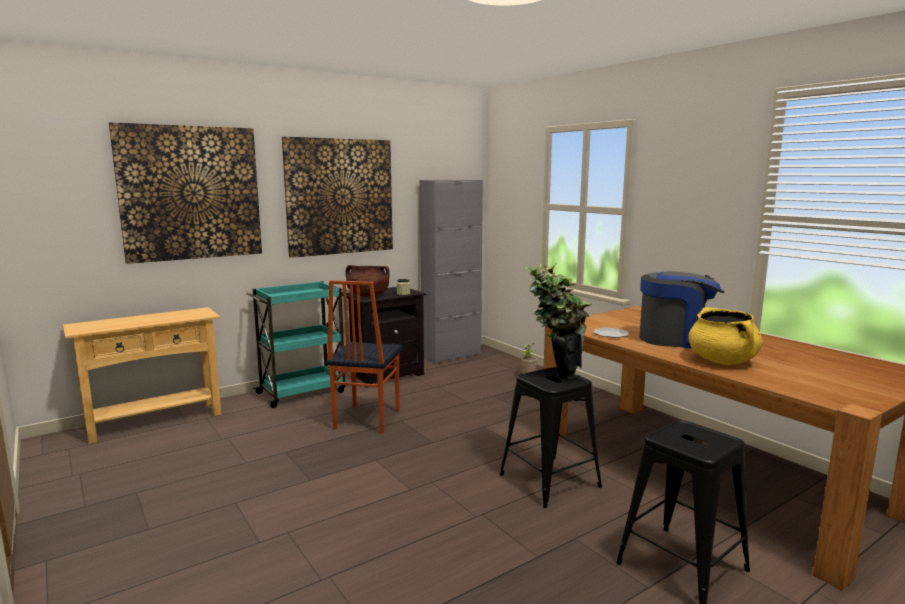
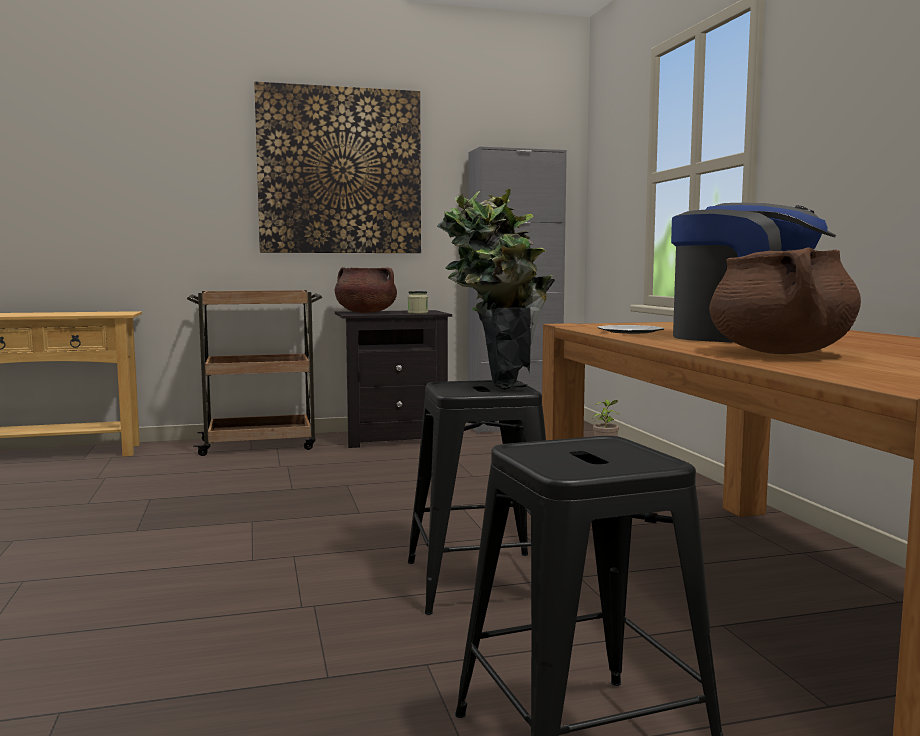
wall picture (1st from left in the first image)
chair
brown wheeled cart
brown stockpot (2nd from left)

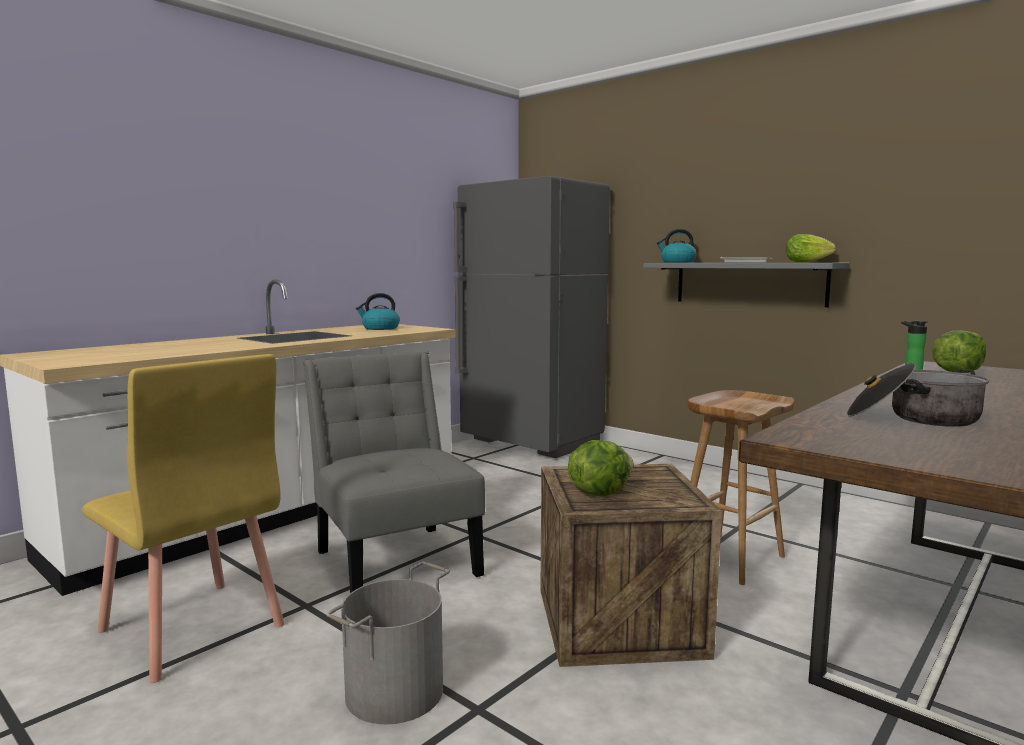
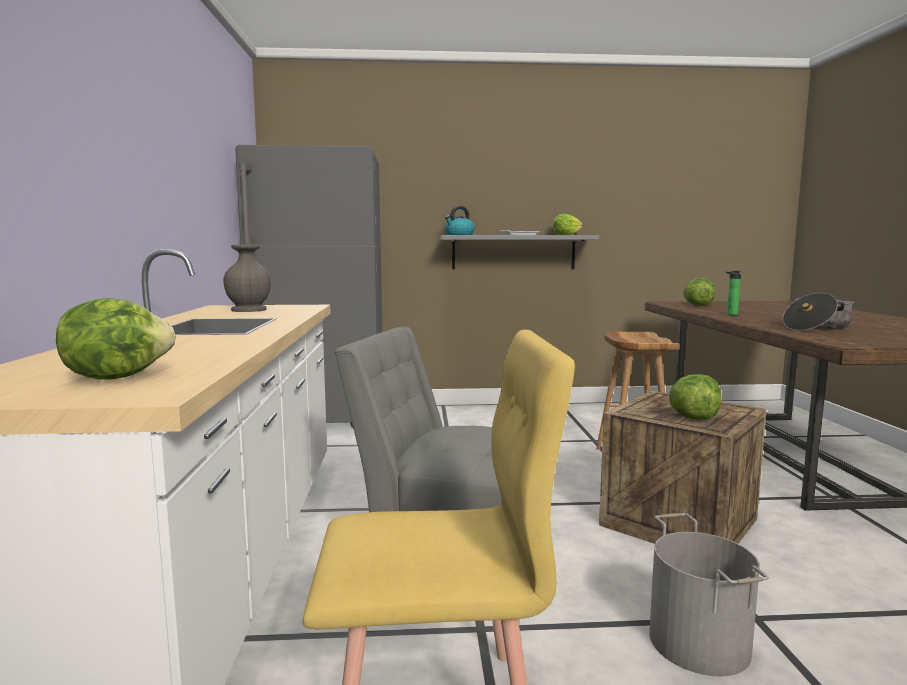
greyish vase
lettuce head (1st from left)

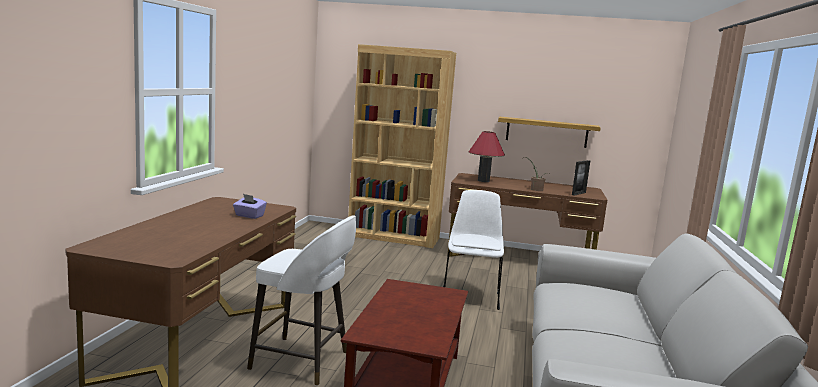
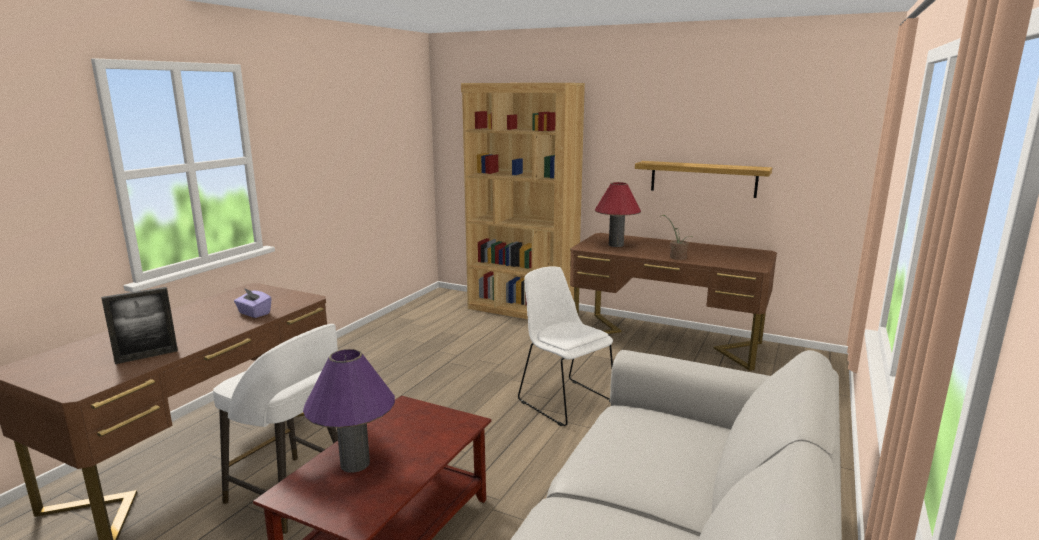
picture frame
white chair
purple lamp for a table

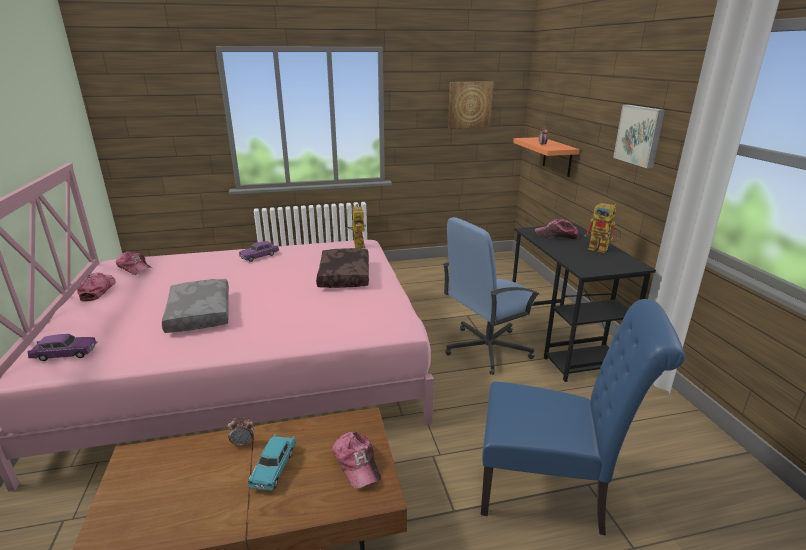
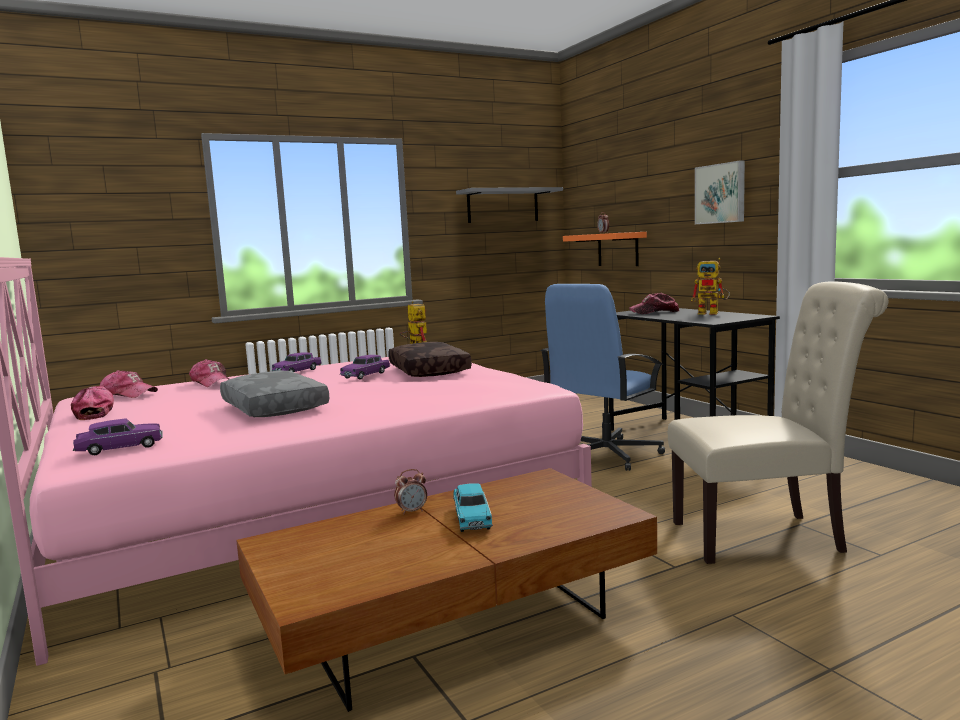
greyish bracket shelf
beige chair
baseball cap (3rd from left)
purple toy car (3rd from left)

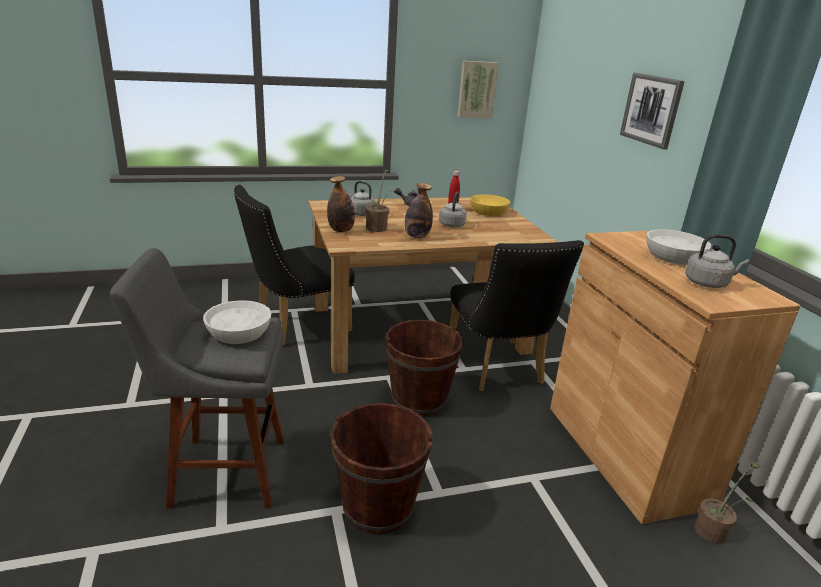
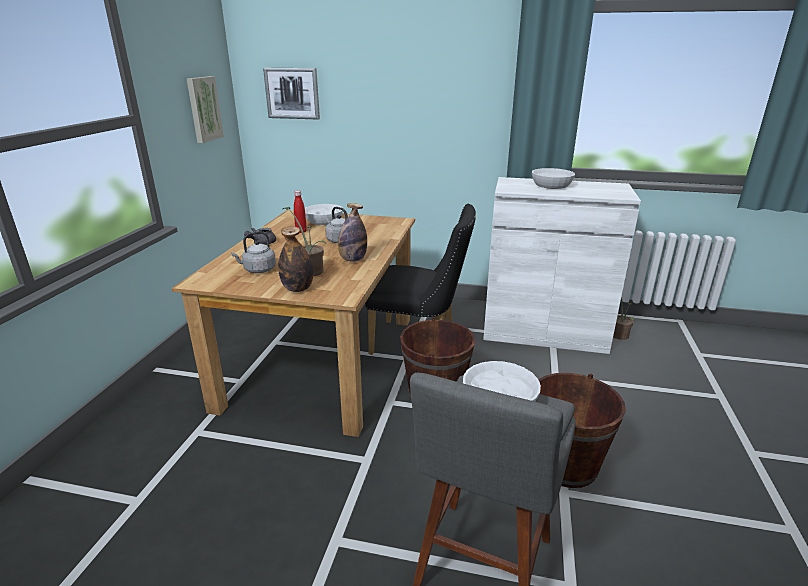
wall picture (2nd from left)
black chair (1st from left in the first image)
white serving bowl (1st from left)
white cupboard
greyish tea kettle (3rd from left in the first image)

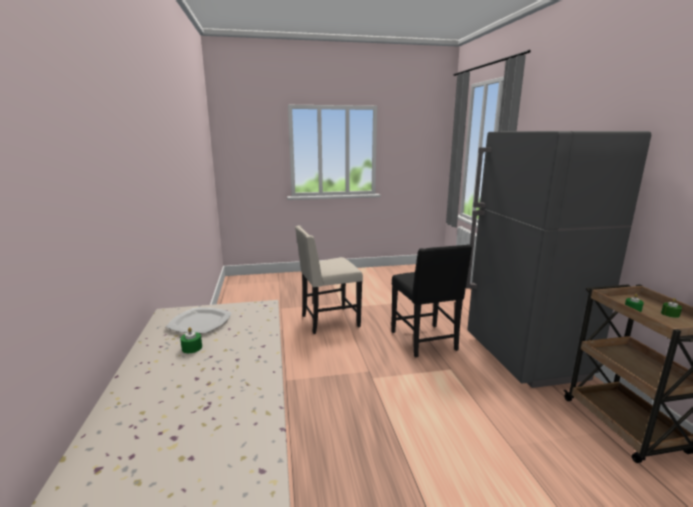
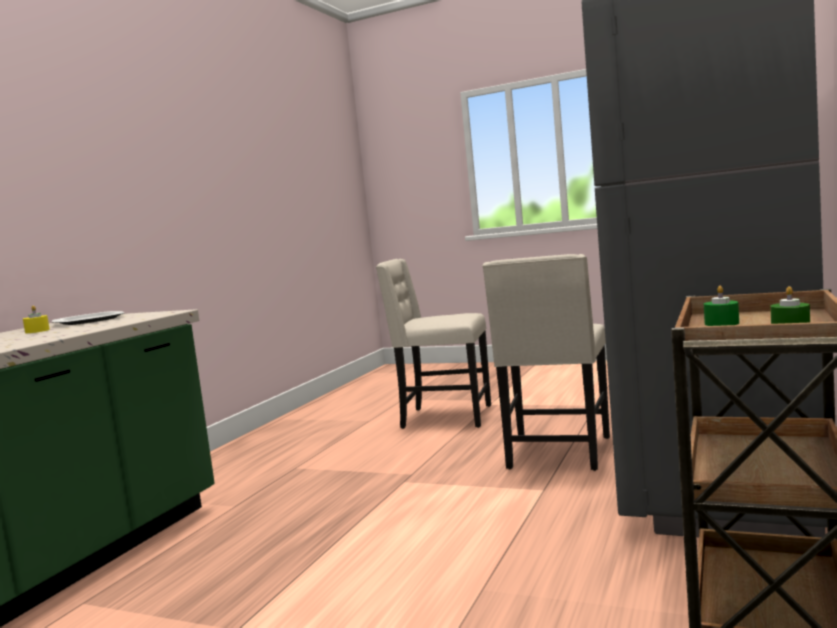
beige chair (2nd from left)
yellow-coloured candle

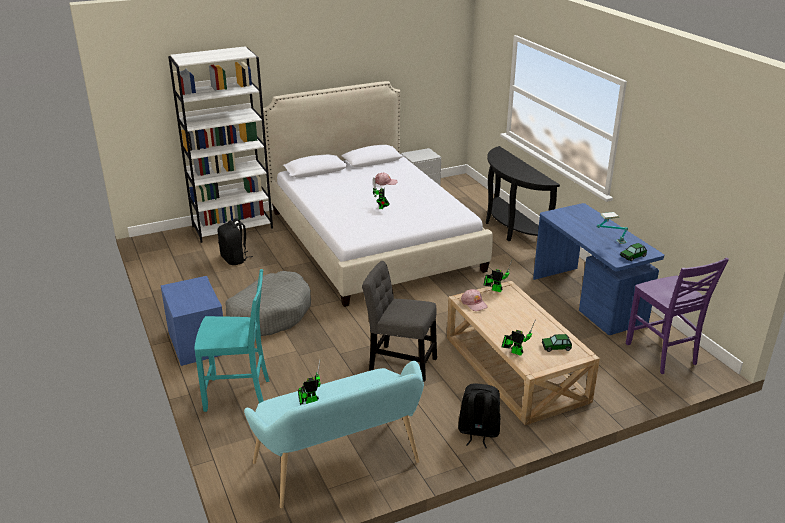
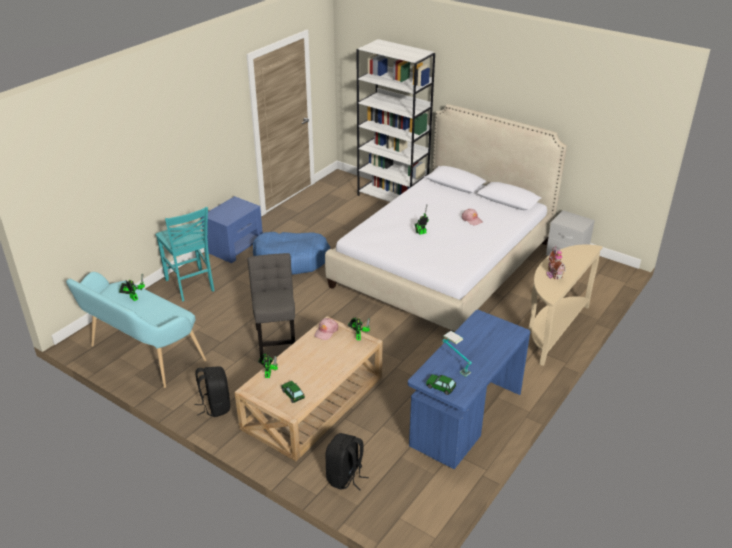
beige hall table
black rucksack (2nd from left)
purple chair
blue dog cushion
toy house

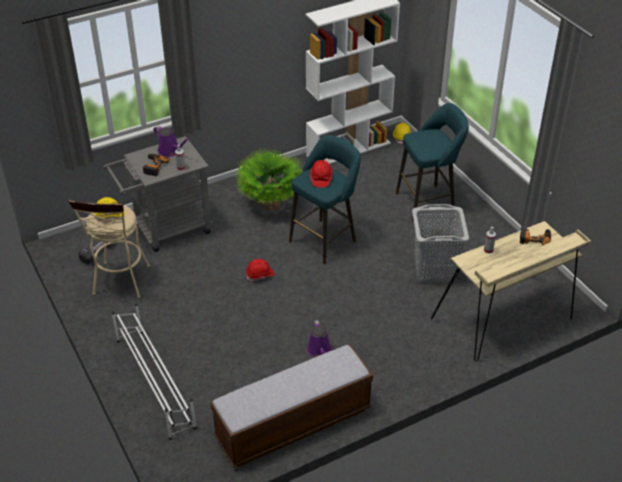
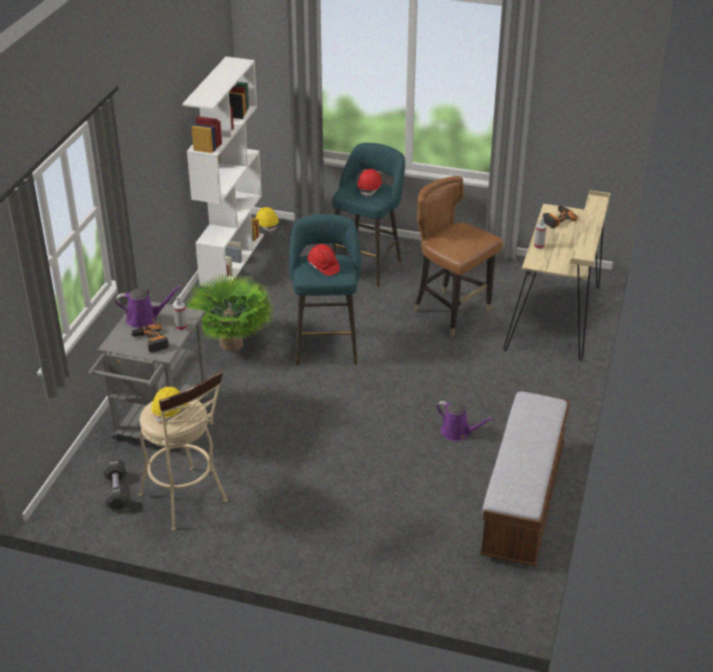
brown chair
reddish work helmet (2nd from left)
white shoe rack

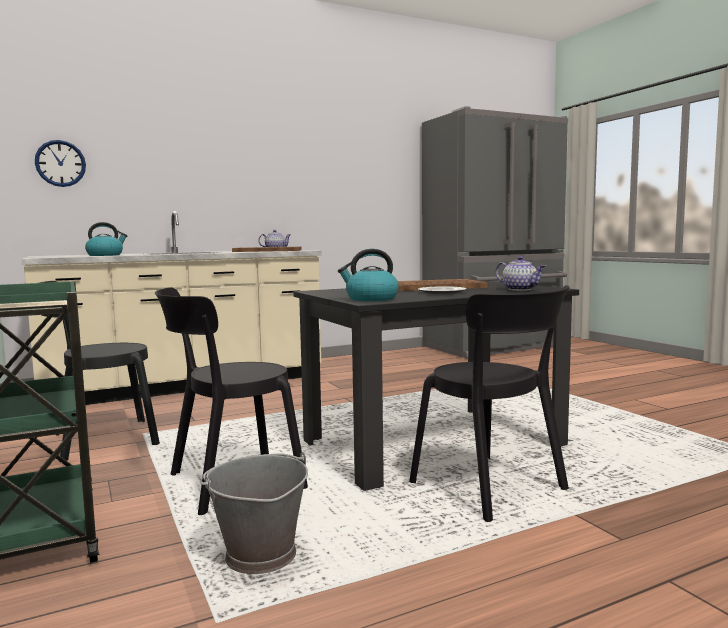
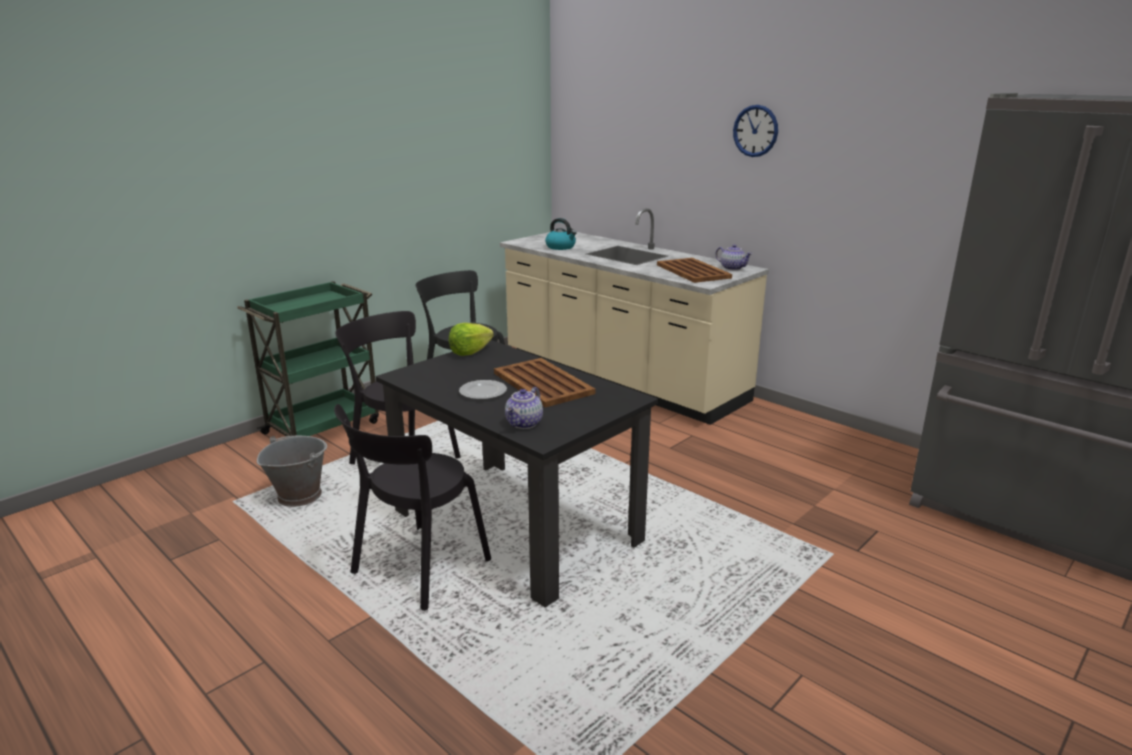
hanging clock
tea kettle (2nd from left in the first image)
lettuce head

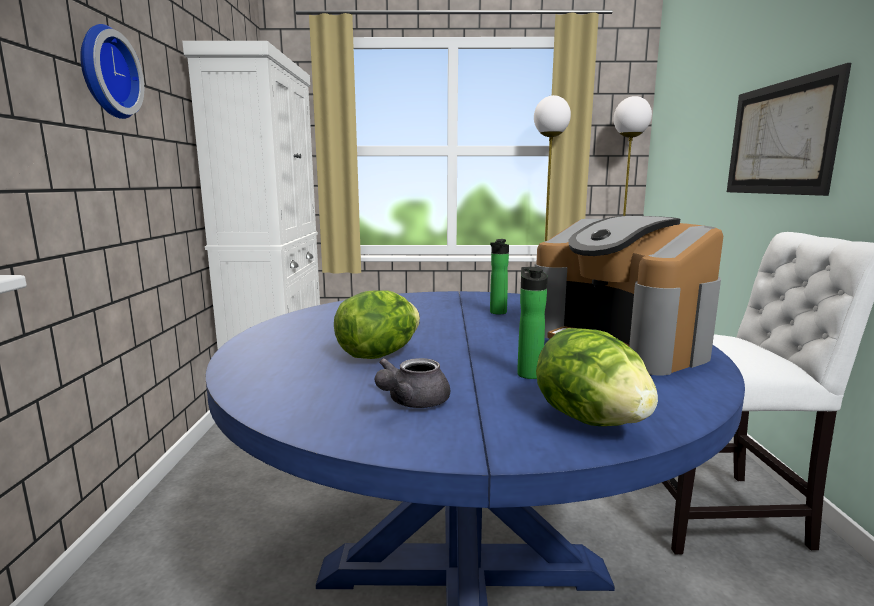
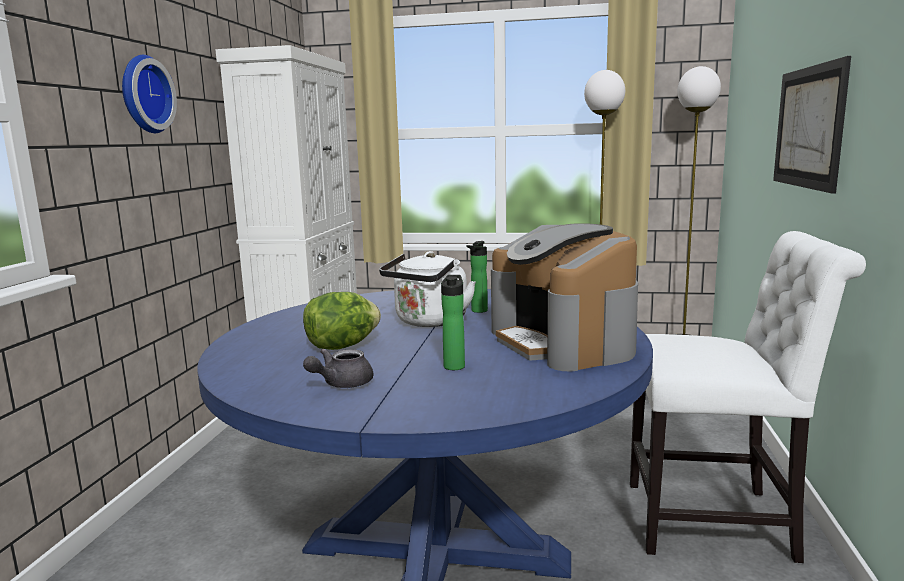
lettuce head (2nd from left in the first image)
white tea kettle

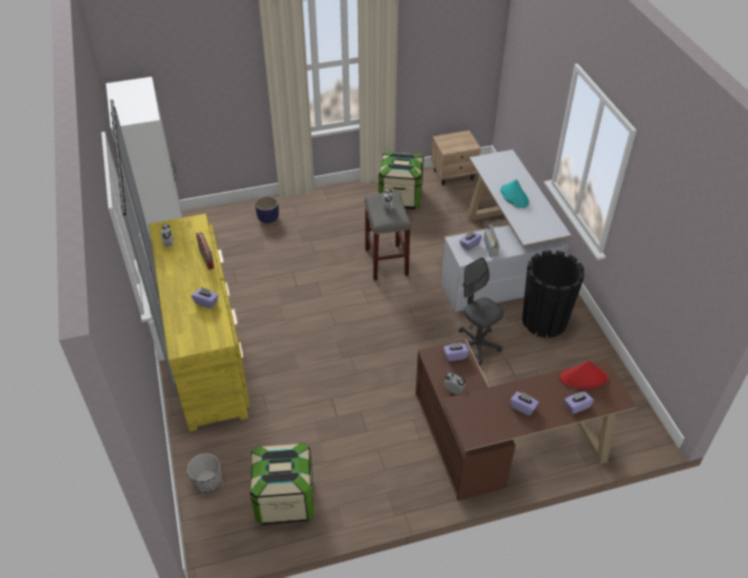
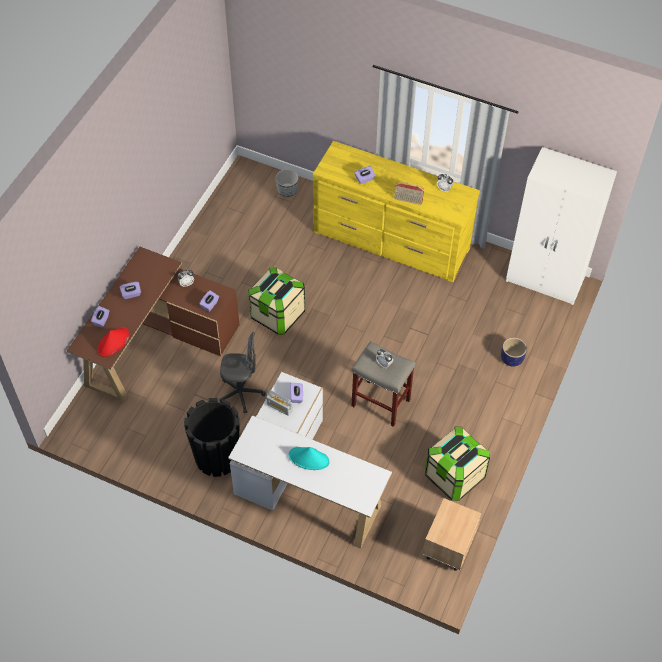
storage box (1st from left)

